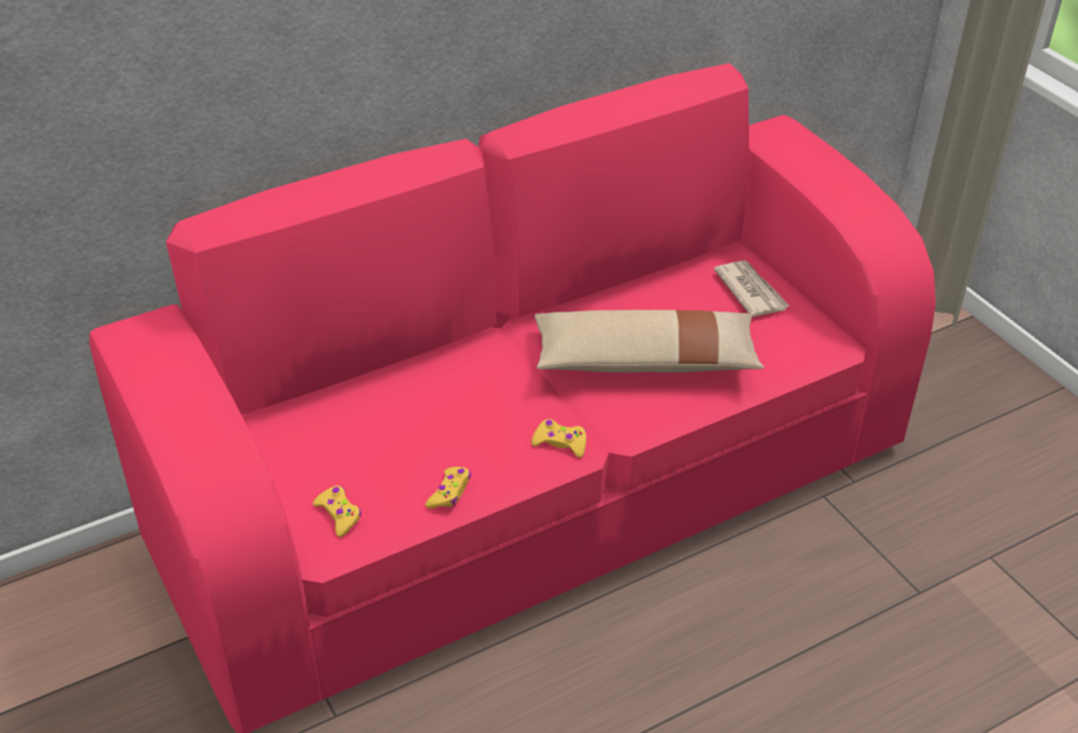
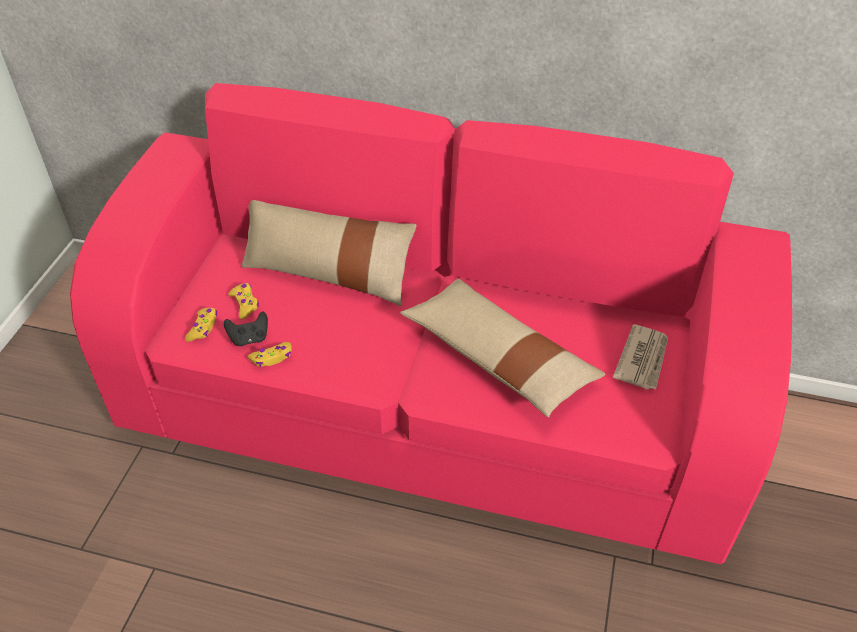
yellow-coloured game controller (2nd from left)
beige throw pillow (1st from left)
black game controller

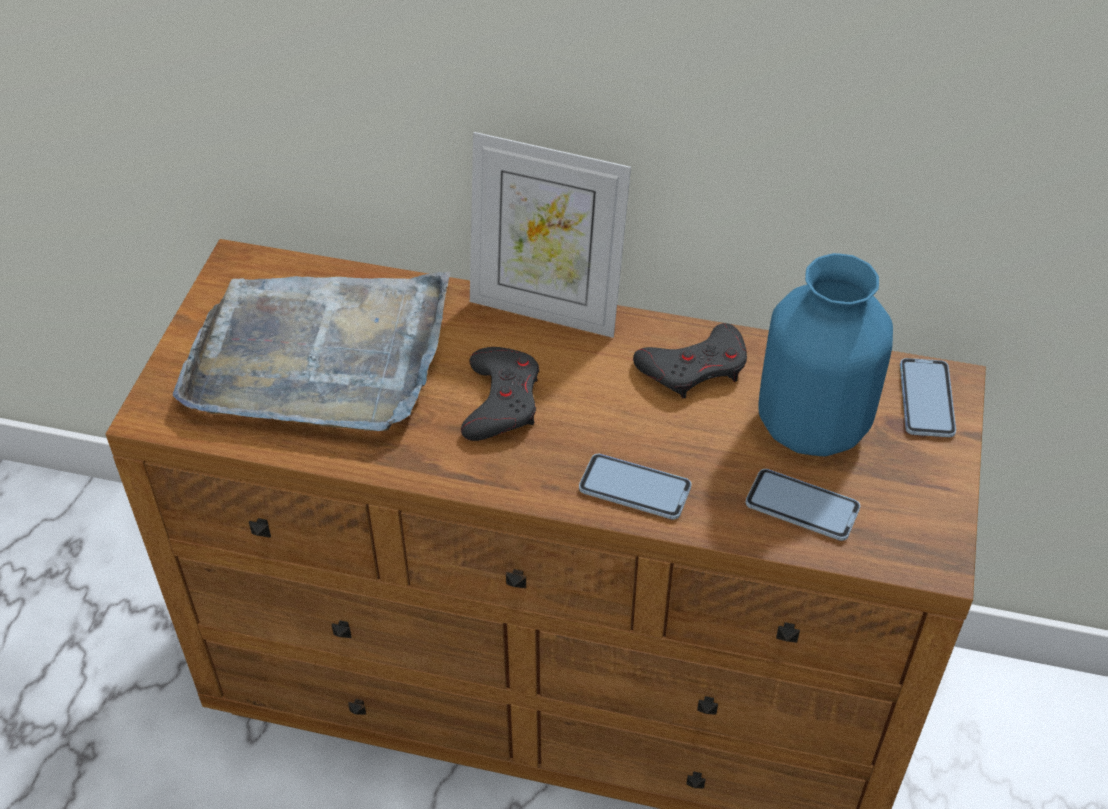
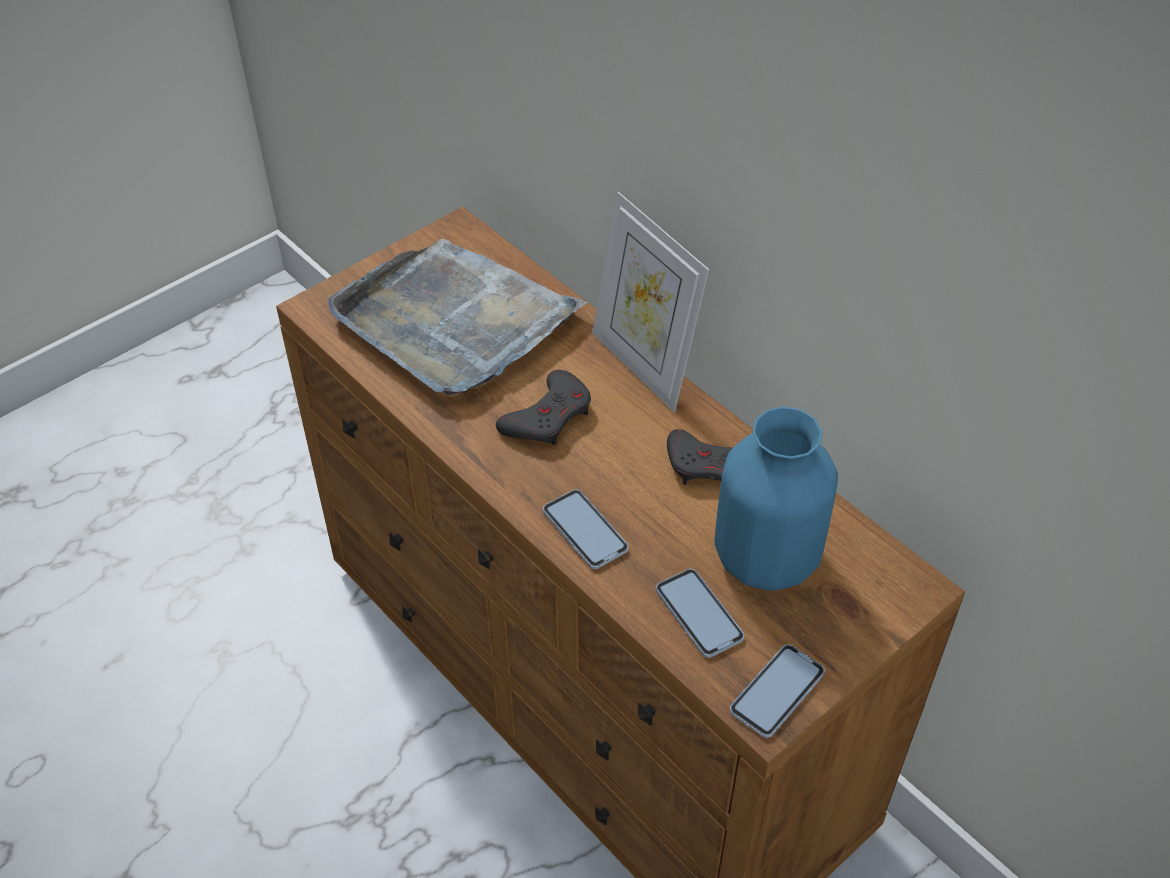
phone (3rd from left)

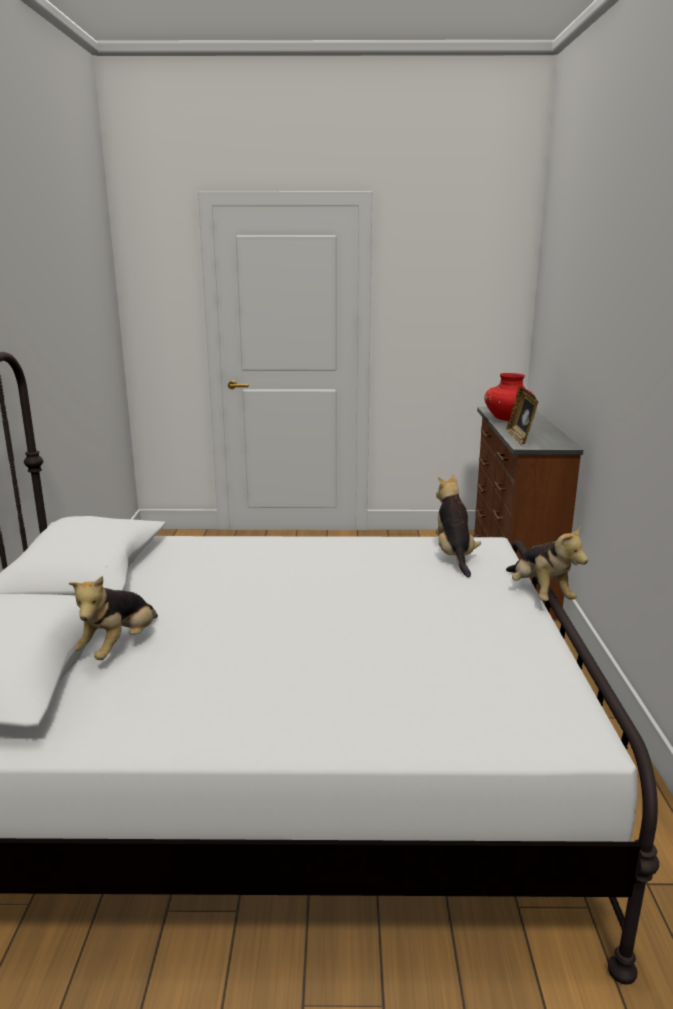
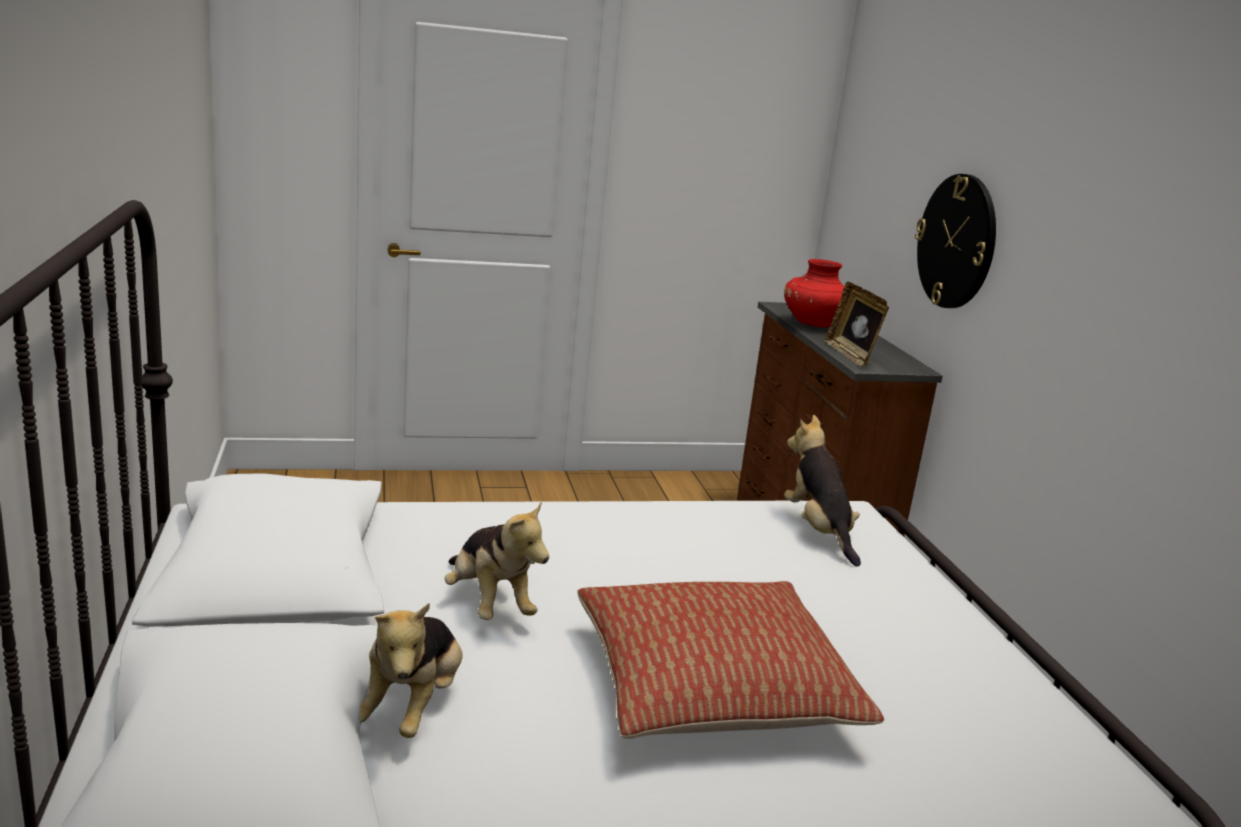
plush toy (2nd from left)
hanging clock
throw pillow

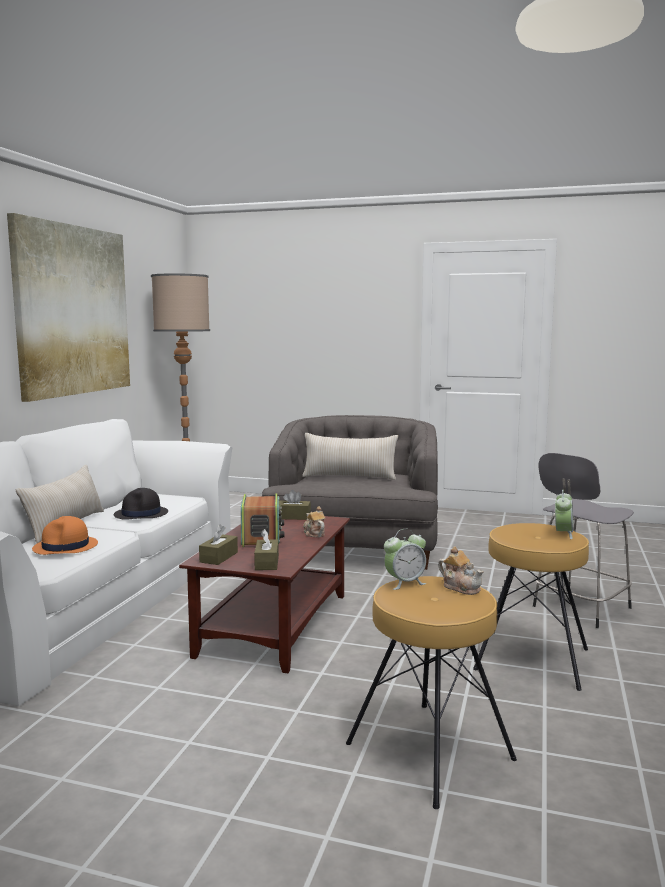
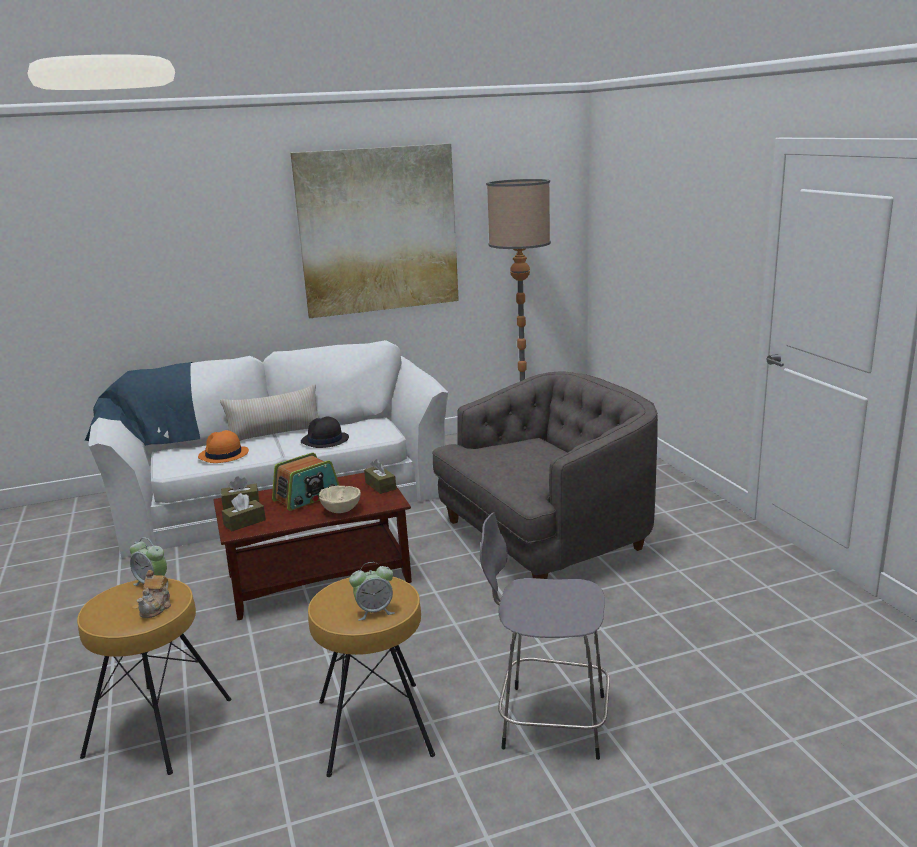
beige throw pillow (2nd from left in the first image)
beige serving bowl

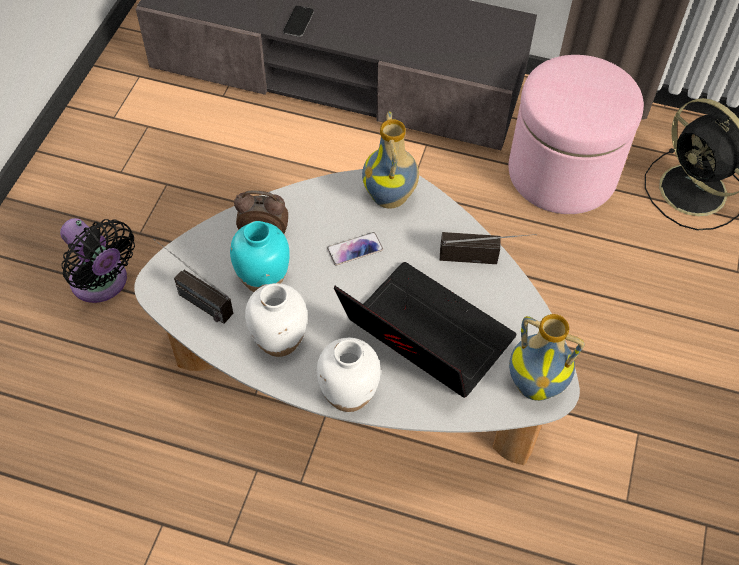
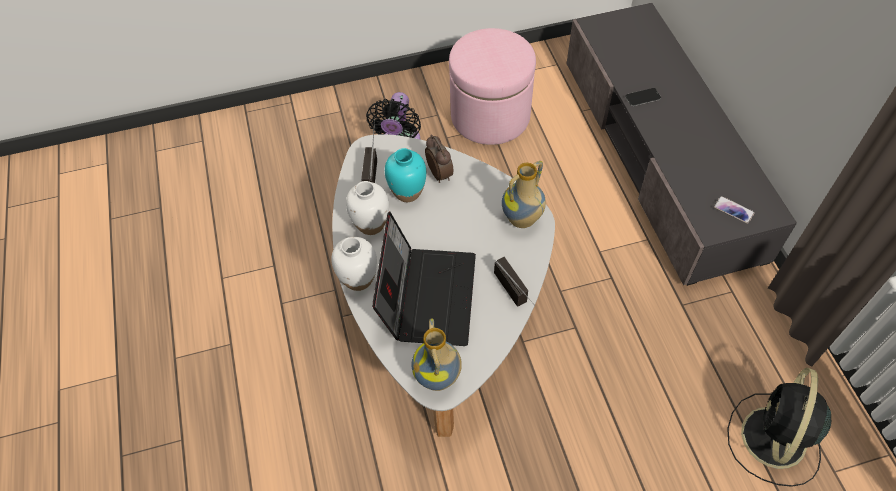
pinkish ottoman
phone (2nd from left)

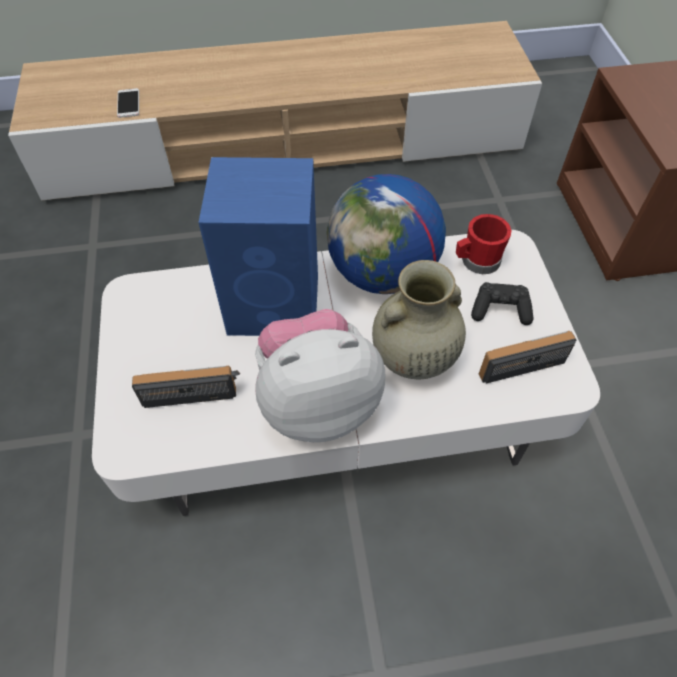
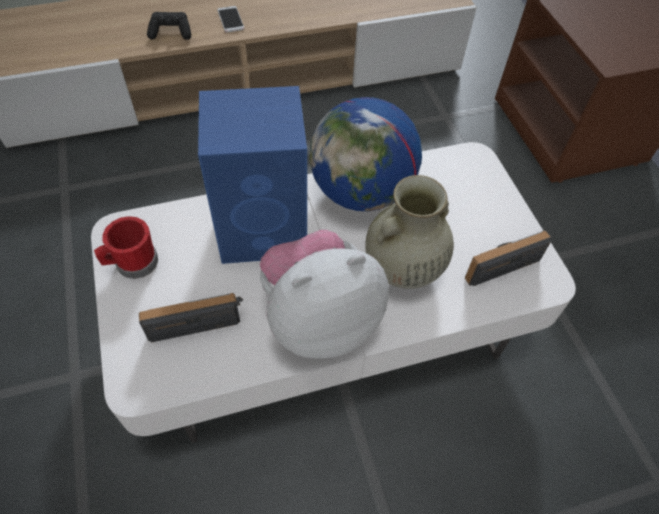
phone
reddish tea mug
black game controller

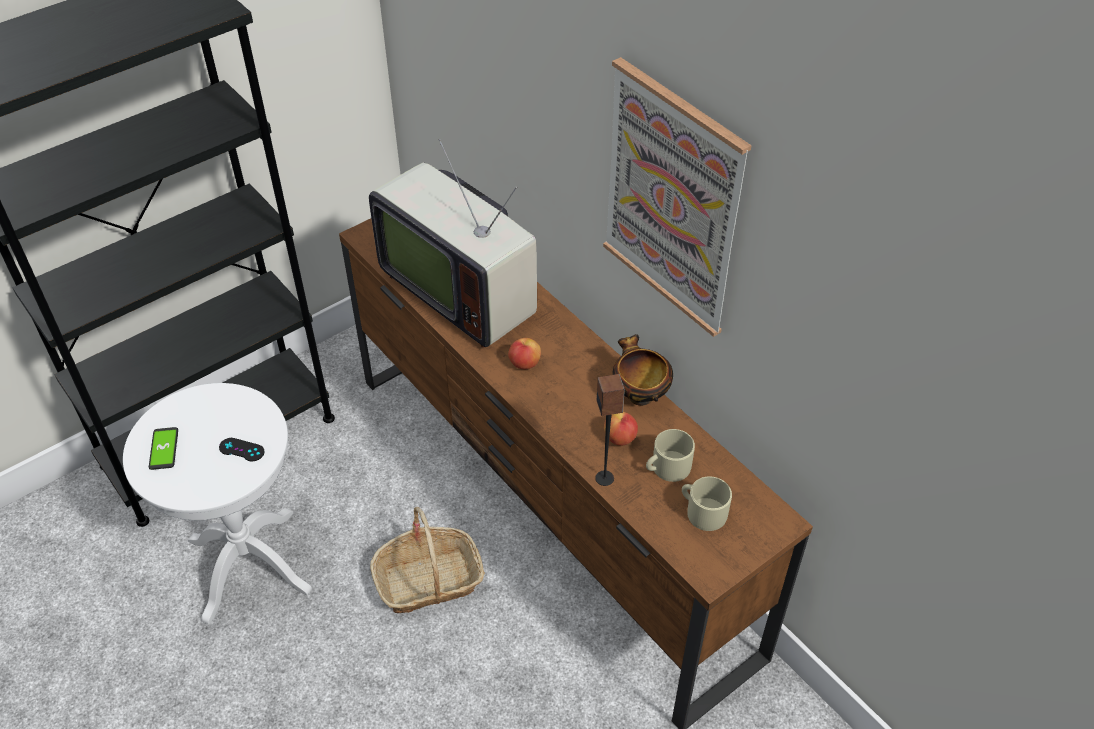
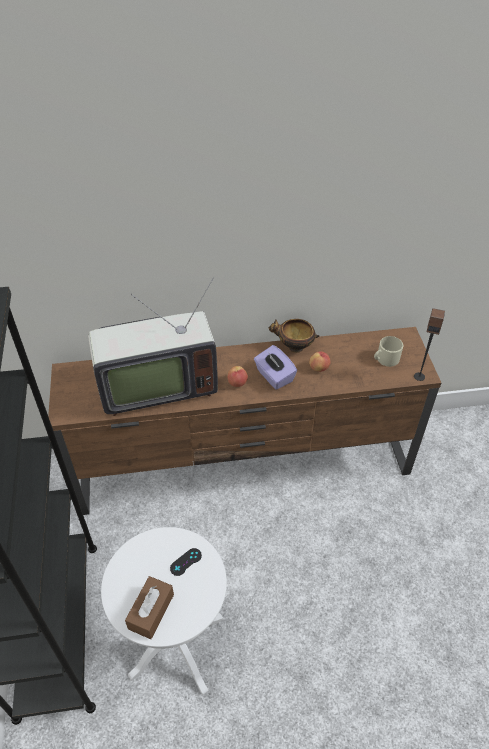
wall picture
speaker
brown tissue box
beige tea mug (1st from left in the first image)
basket
purple tissue box

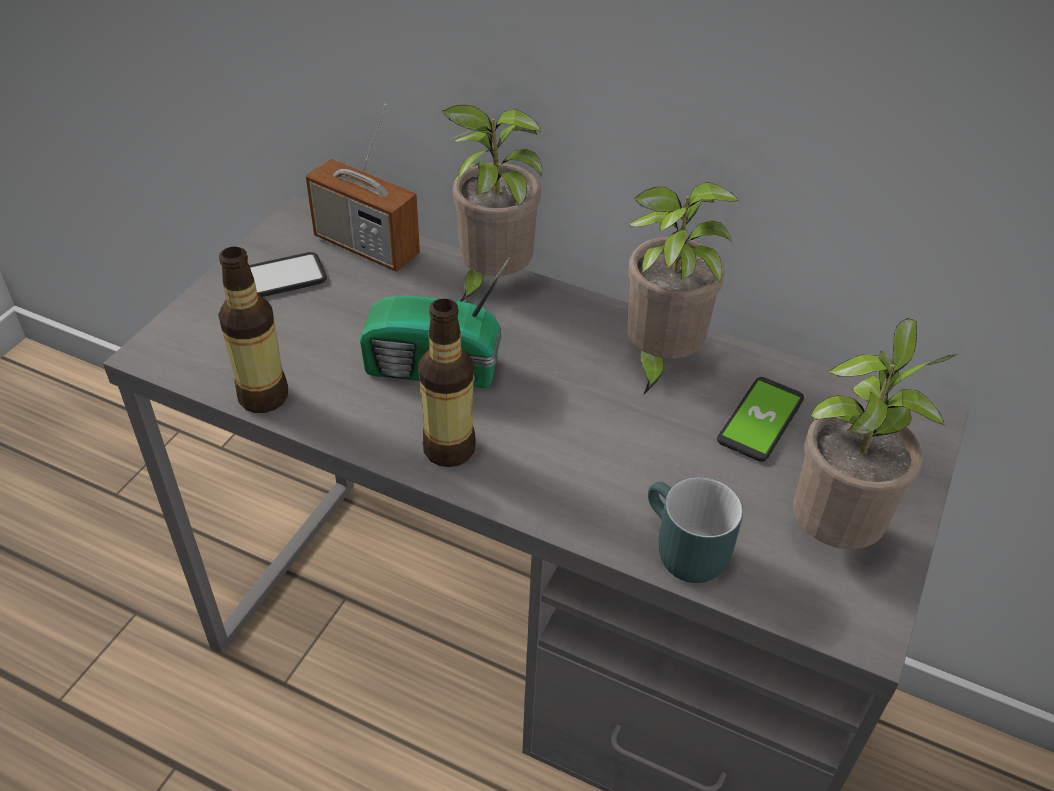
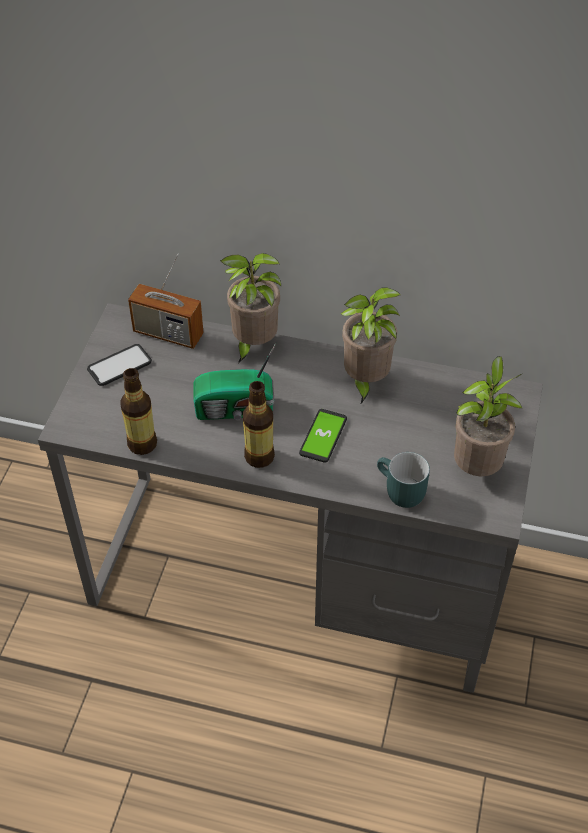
phone (2nd from left)

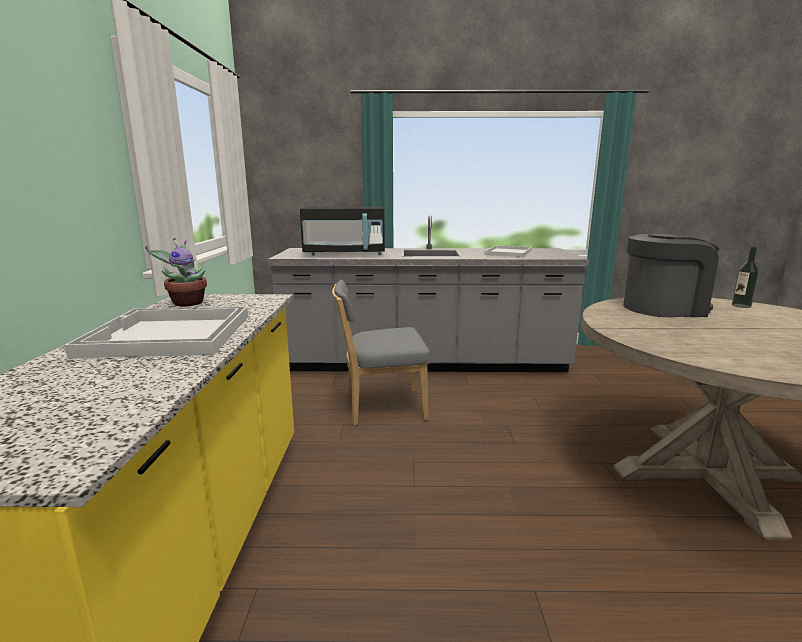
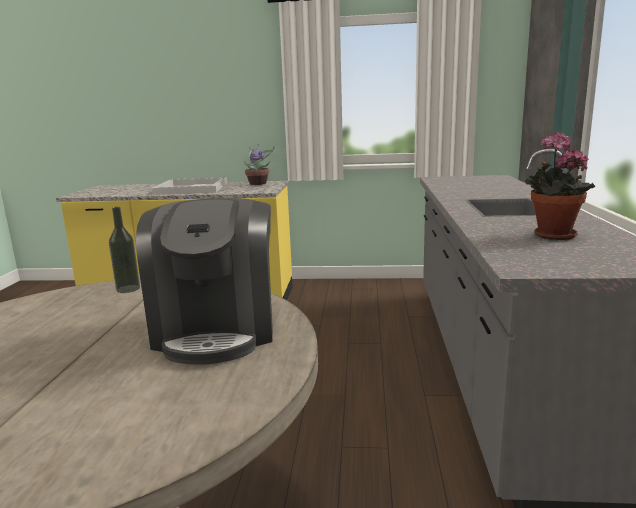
black kitchen microwave
potted plant (2nd from left)
beverage bottle
greyish chair

